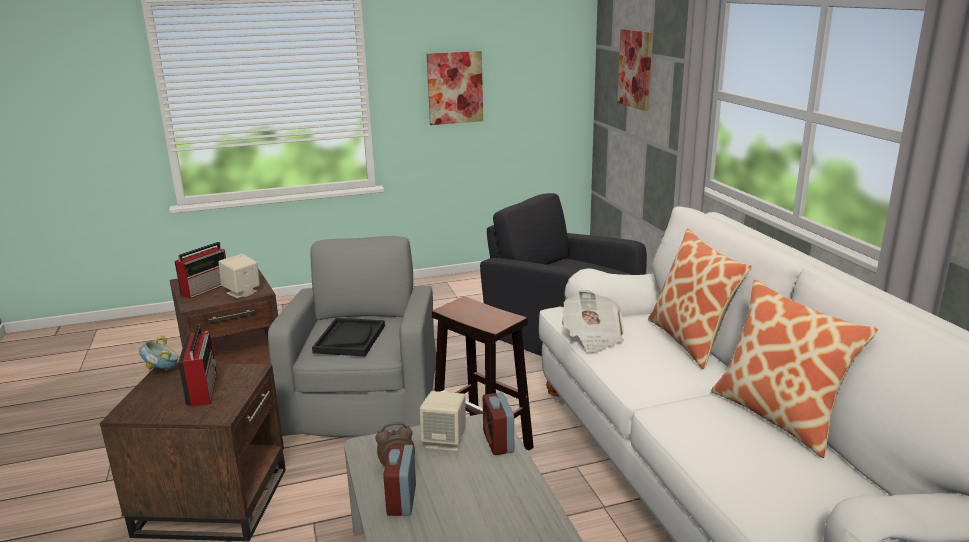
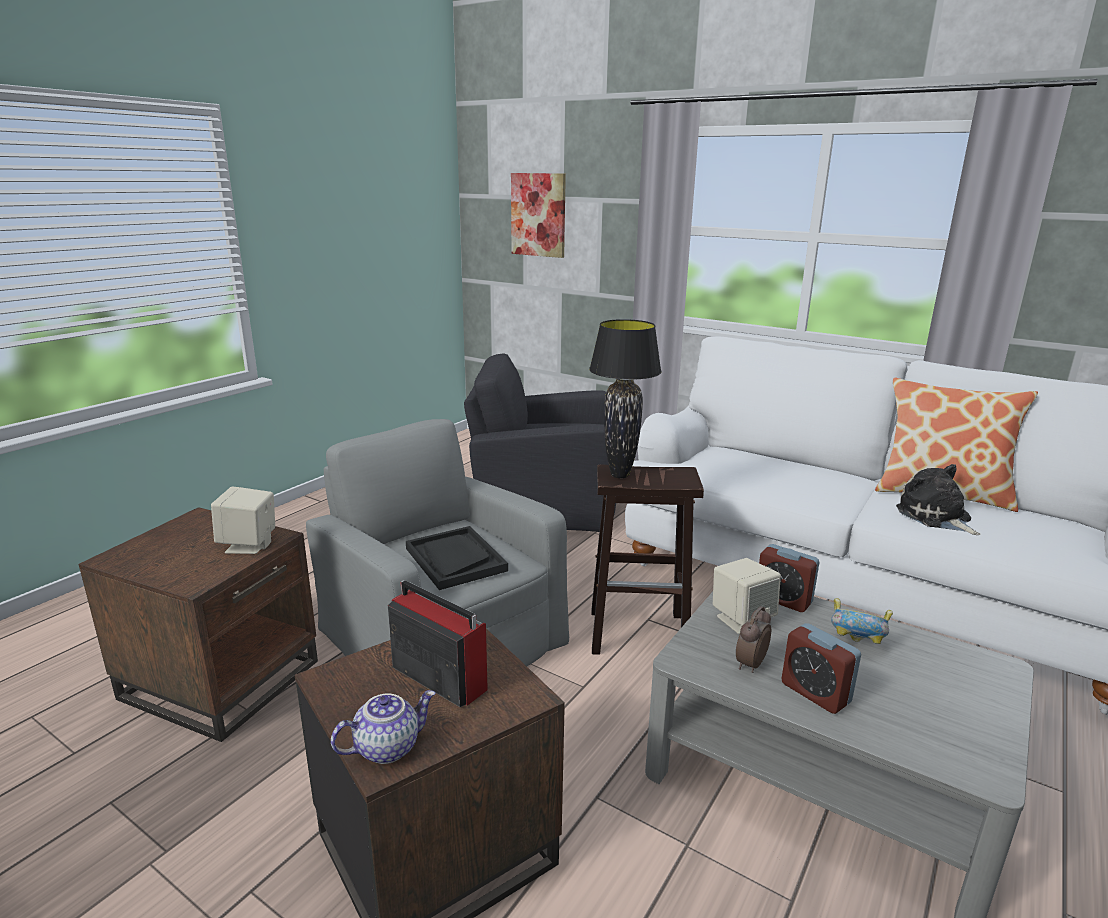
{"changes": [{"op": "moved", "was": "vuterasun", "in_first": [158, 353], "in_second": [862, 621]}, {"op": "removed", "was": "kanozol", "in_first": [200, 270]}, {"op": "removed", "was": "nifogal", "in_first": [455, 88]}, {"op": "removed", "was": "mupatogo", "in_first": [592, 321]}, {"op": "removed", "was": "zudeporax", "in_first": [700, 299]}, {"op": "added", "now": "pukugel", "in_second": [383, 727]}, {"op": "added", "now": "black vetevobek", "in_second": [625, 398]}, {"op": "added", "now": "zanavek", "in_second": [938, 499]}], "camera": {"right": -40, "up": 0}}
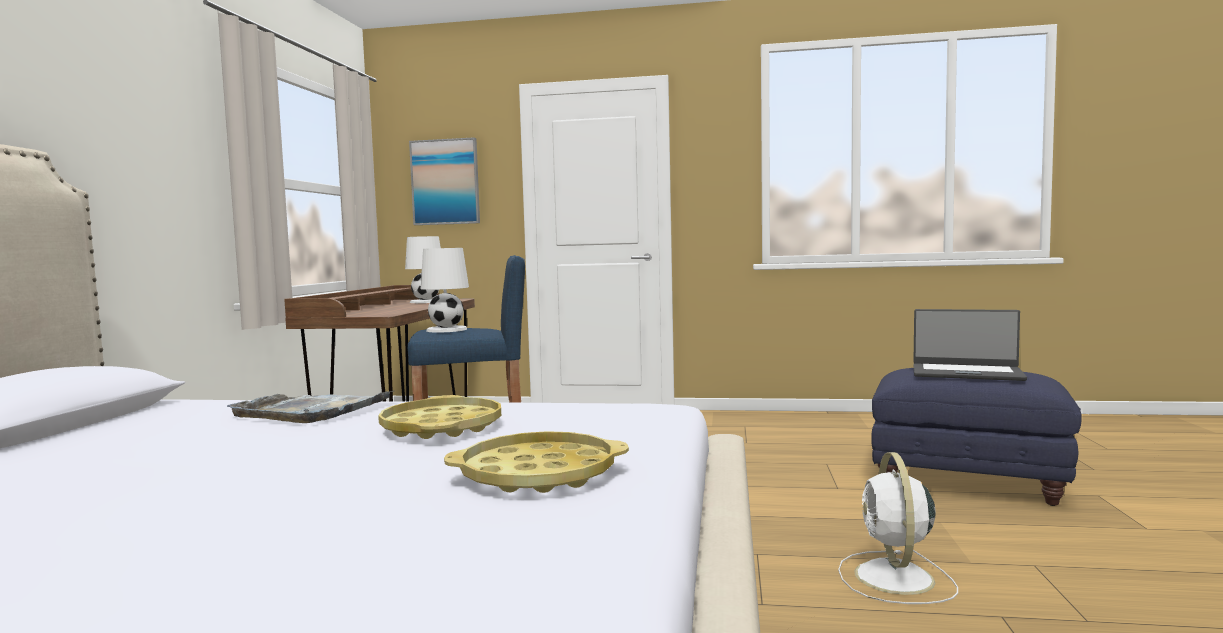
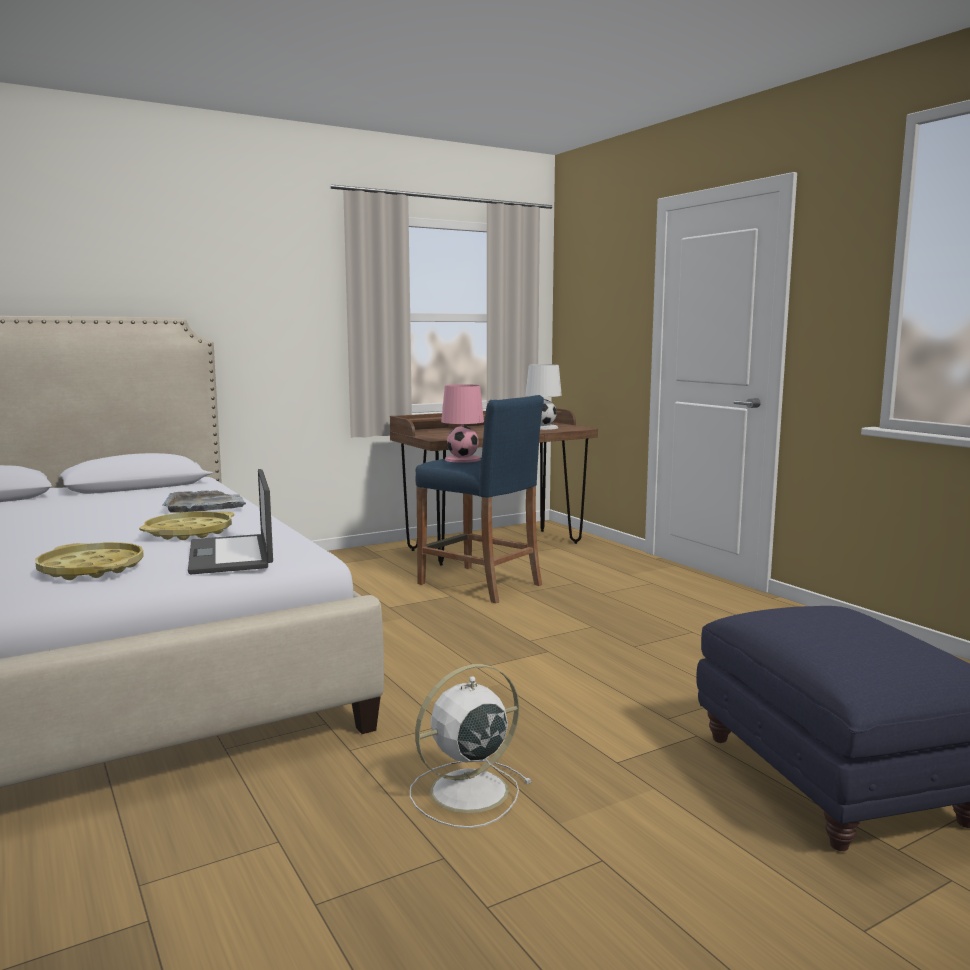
{"changes": [{"op": "removed", "was": "nifogal", "in_first": [444, 181]}, {"op": "recoloured", "was": "white vetevobek", "now": "pink vetevobek", "in_first": [445, 290], "in_second": [462, 423]}, {"op": "moved", "was": "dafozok", "in_first": [970, 345], "in_second": [230, 521]}], "camera": {"right": 50, "up": 5}}
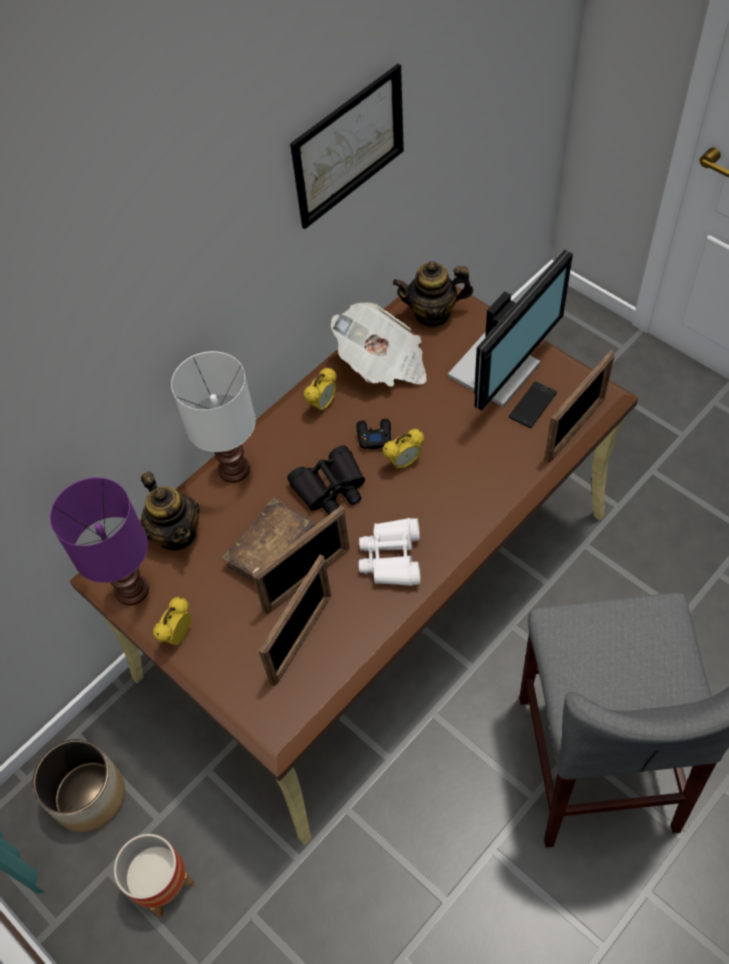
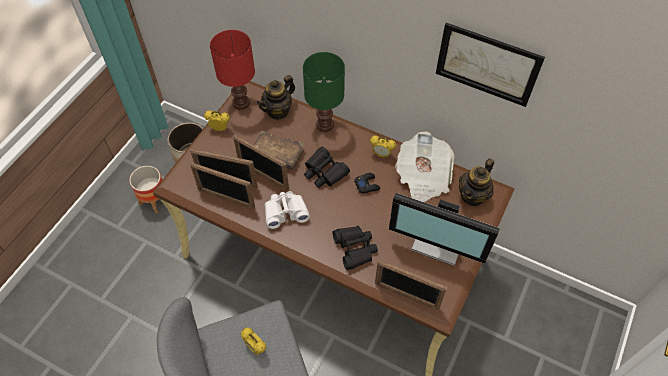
{"changes": [{"op": "recoloured", "was": "purple vetevobek", "now": "red vetevobek", "in_first": [99, 541], "in_second": [232, 70]}, {"op": "recoloured", "was": "white vetevobek", "now": "green vetevobek", "in_first": [213, 417], "in_second": [324, 92]}, {"op": "moved", "was": "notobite", "in_first": [403, 449], "in_second": [253, 341]}, {"op": "turned", "was": "pukugel", "in_first": [432, 294], "in_second": [476, 183], "clockwise": -120}, {"op": "removed", "was": "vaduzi", "in_first": [533, 404]}, {"op": "added", "now": "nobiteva", "in_second": [222, 185]}, {"op": "added", "now": "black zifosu", "in_second": [355, 248]}], "camera": {"right": 70, "up": 0}}
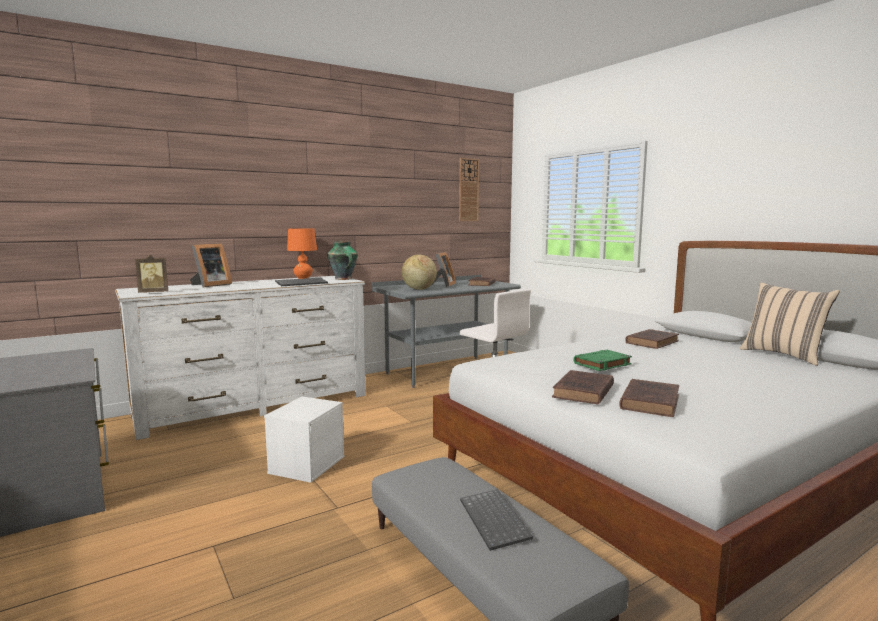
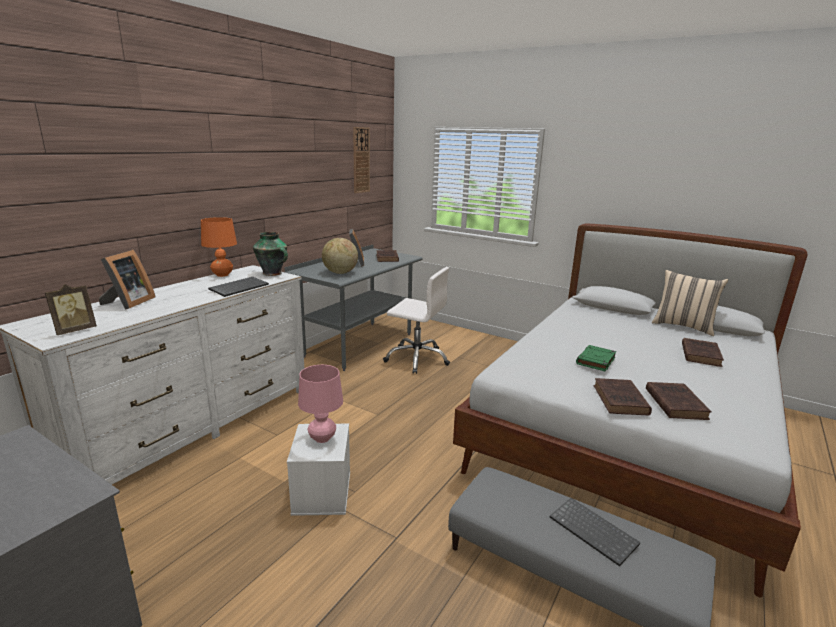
{"changes": [{"op": "moved", "was": "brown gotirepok", "in_first": [652, 339], "in_second": [703, 352]}, {"op": "added", "now": "pink vetevobek", "in_second": [320, 404]}], "camera": {"right": -25, "up": 10}}
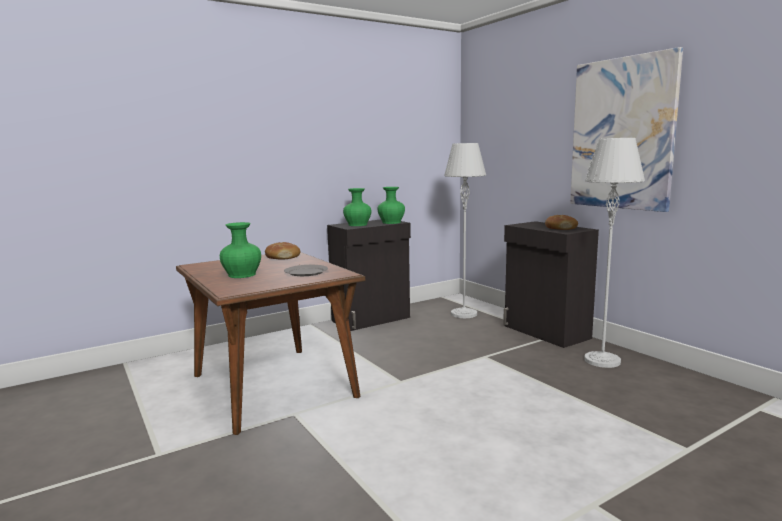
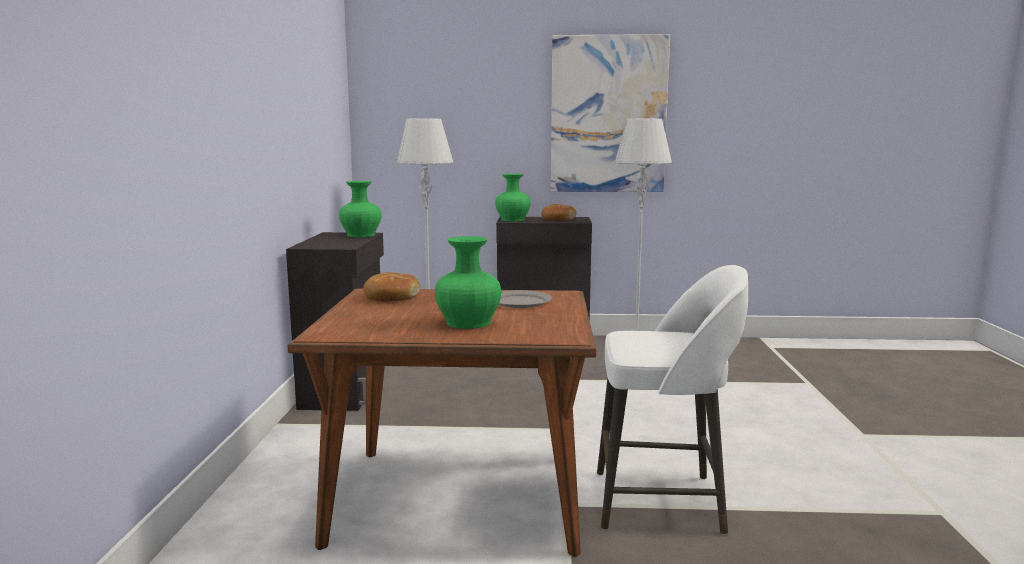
{"changes": [{"op": "moved", "was": "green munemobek", "in_first": [357, 207], "in_second": [513, 197]}, {"op": "added", "now": "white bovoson", "in_second": [672, 400]}], "camera": {"right": -55, "up": 0}}
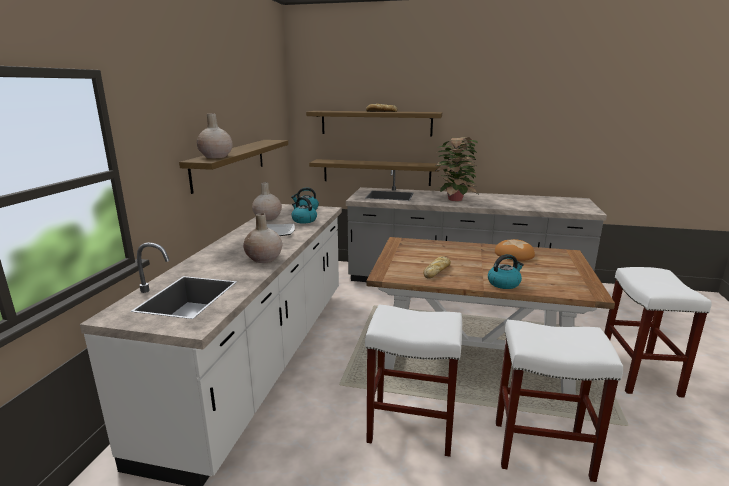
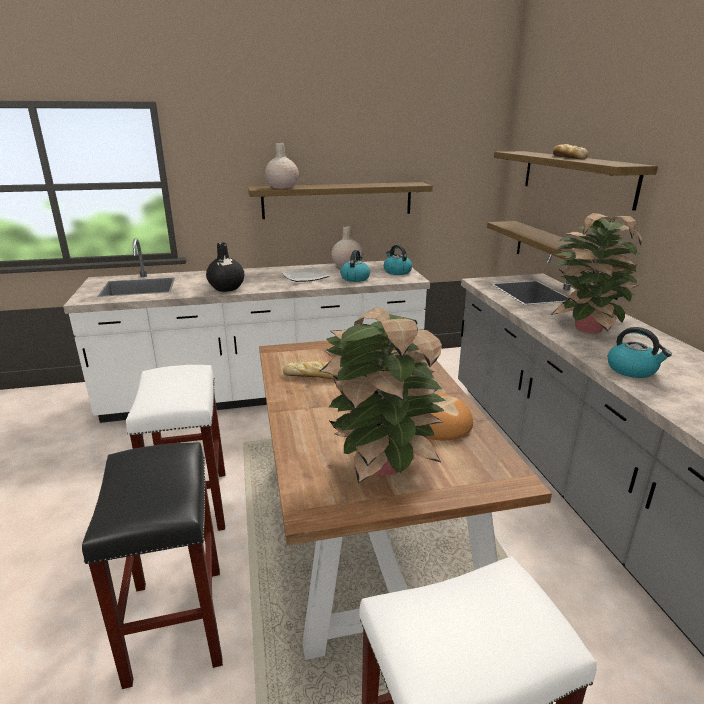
{"changes": [{"op": "recoloured", "was": "beige munemobek", "now": "black munemobek", "in_first": [262, 238], "in_second": [225, 267]}, {"op": "moved", "was": "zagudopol", "in_first": [506, 271], "in_second": [640, 352]}, {"op": "recoloured", "was": "white bovoson", "now": "black bovoson", "in_first": [559, 401], "in_second": [152, 565]}, {"op": "added", "now": "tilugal", "in_second": [383, 395]}], "camera": {"right": 65, "up": 5}}
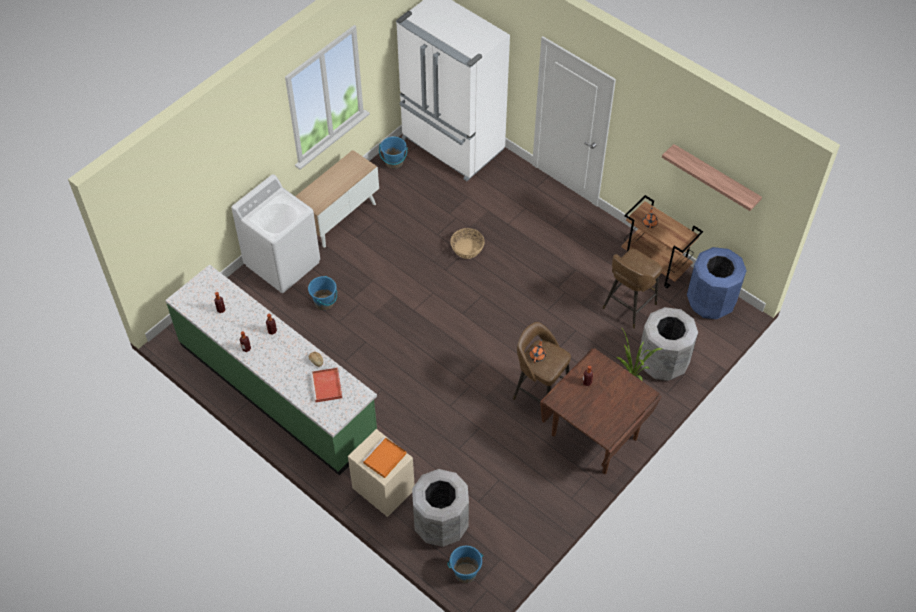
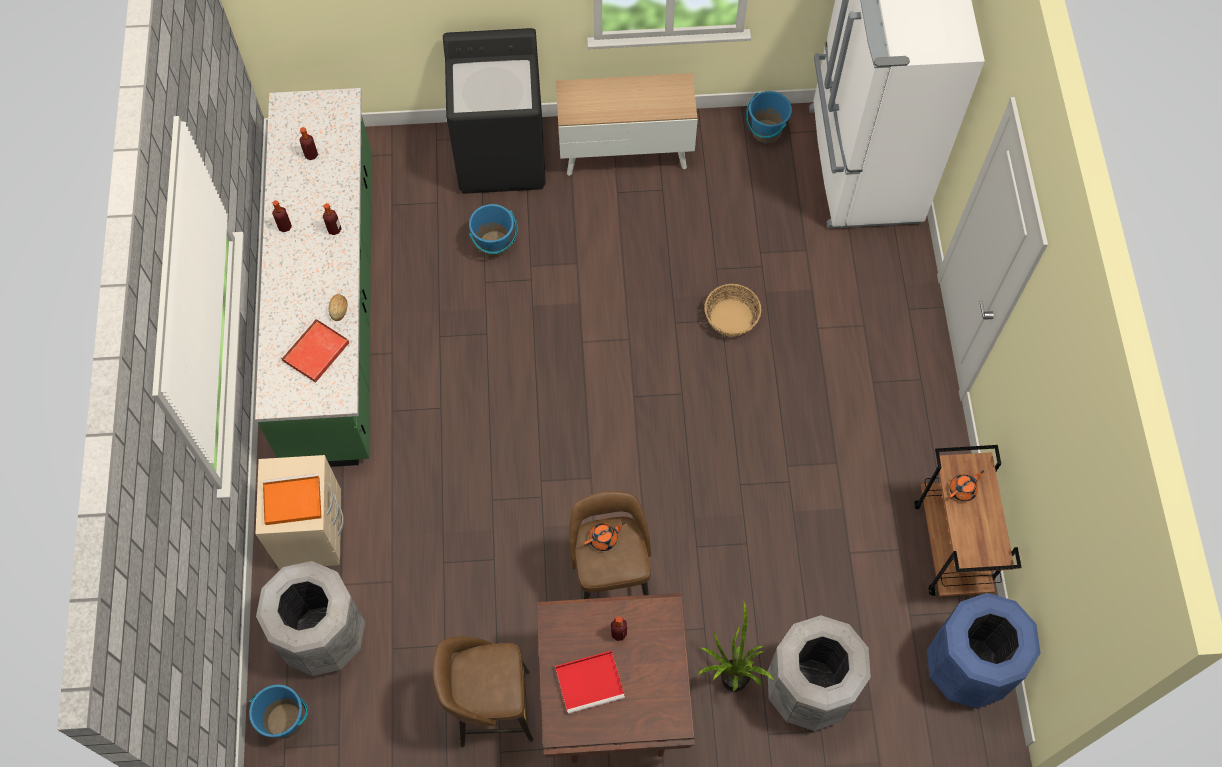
{"changes": [{"op": "recoloured", "was": "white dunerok", "now": "black dunerok", "in_first": [275, 233], "in_second": [494, 111]}, {"op": "moved", "was": "brown bovoson", "in_first": [632, 289], "in_second": [483, 691]}, {"op": "removed", "was": "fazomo", "in_first": [712, 177]}, {"op": "added", "now": "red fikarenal", "in_second": [590, 682]}], "camera": {"right": 45, "up": 10}}
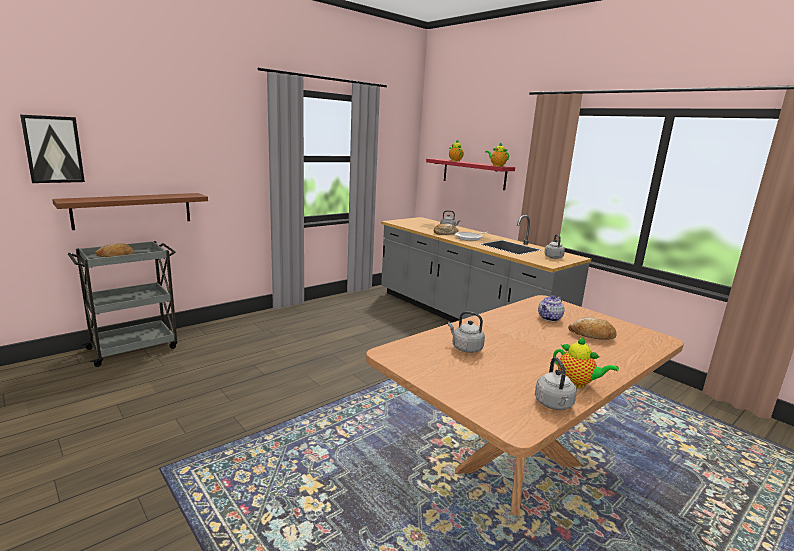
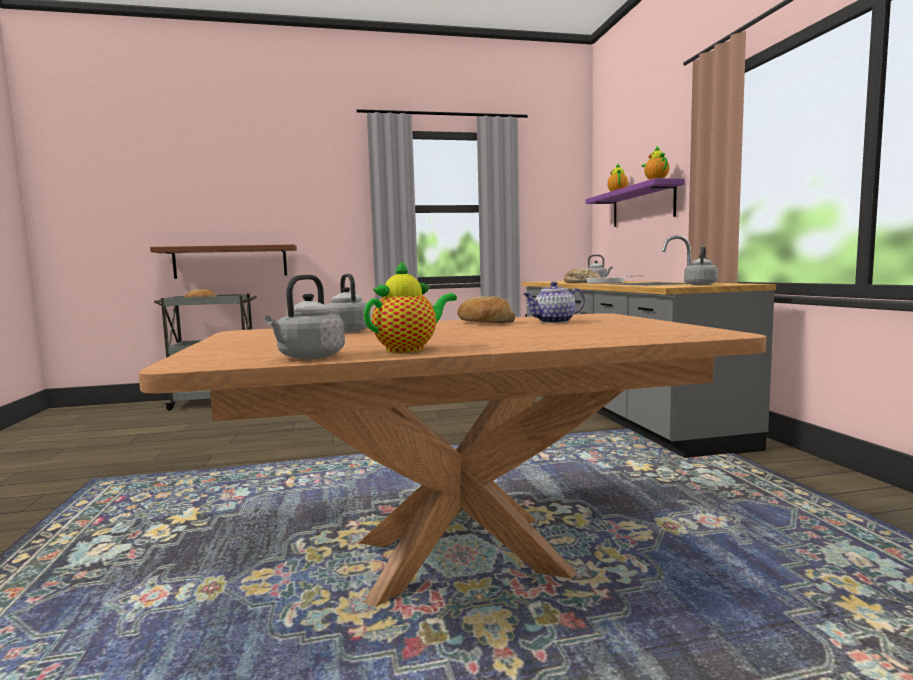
{"changes": [{"op": "removed", "was": "nifogal", "in_first": [52, 149]}, {"op": "recoloured", "was": "red fazomo", "now": "purple fazomo", "in_first": [470, 174], "in_second": [635, 202]}, {"op": "turned", "was": "pukugel", "in_first": [586, 362], "in_second": [410, 306], "clockwise": -105}, {"op": "moved", "was": "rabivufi", "in_first": [592, 329], "in_second": [486, 309]}], "camera": {"right": 30, "up": -10}}
